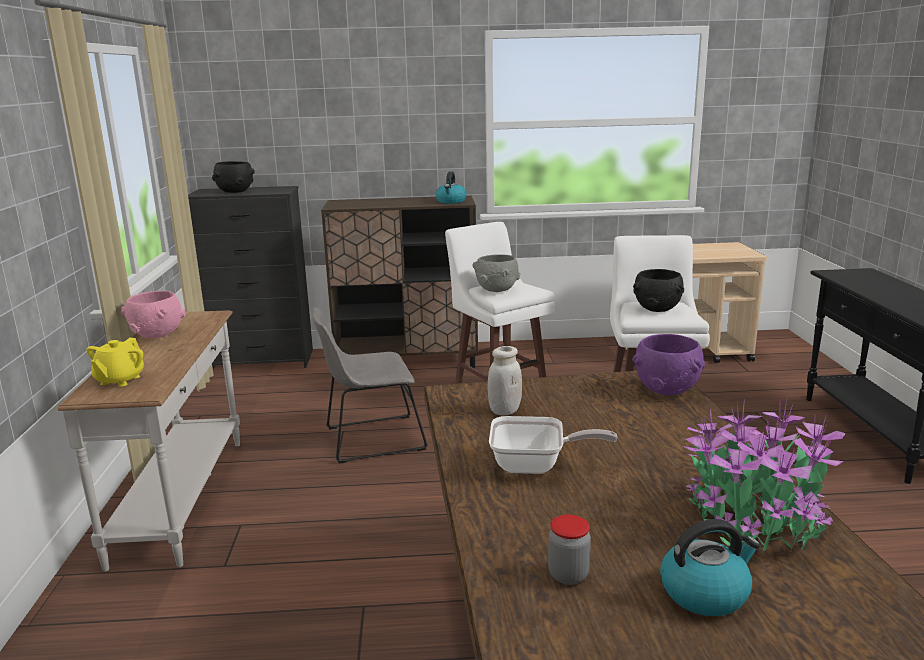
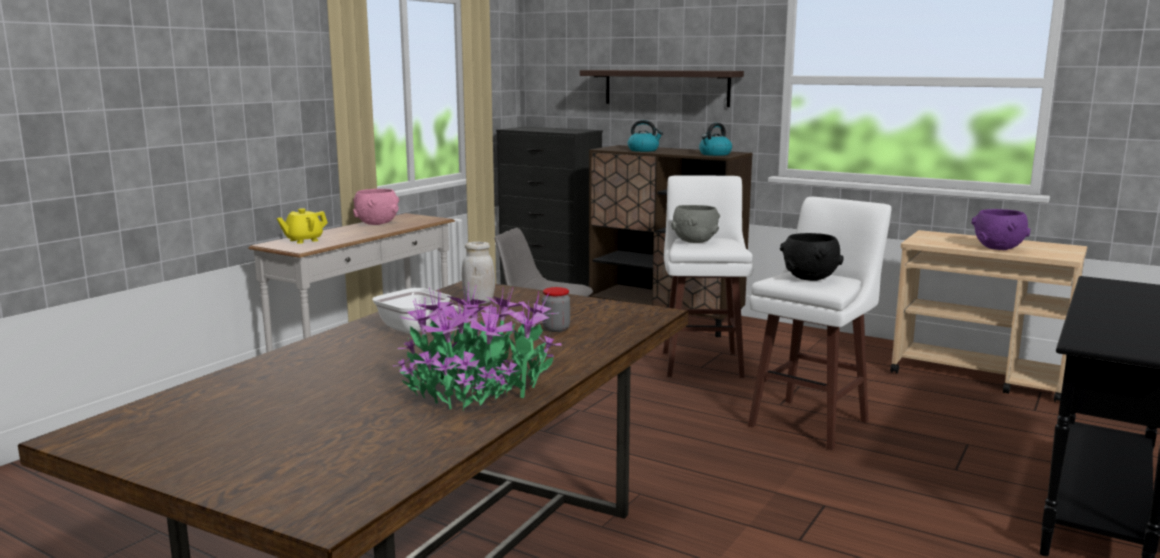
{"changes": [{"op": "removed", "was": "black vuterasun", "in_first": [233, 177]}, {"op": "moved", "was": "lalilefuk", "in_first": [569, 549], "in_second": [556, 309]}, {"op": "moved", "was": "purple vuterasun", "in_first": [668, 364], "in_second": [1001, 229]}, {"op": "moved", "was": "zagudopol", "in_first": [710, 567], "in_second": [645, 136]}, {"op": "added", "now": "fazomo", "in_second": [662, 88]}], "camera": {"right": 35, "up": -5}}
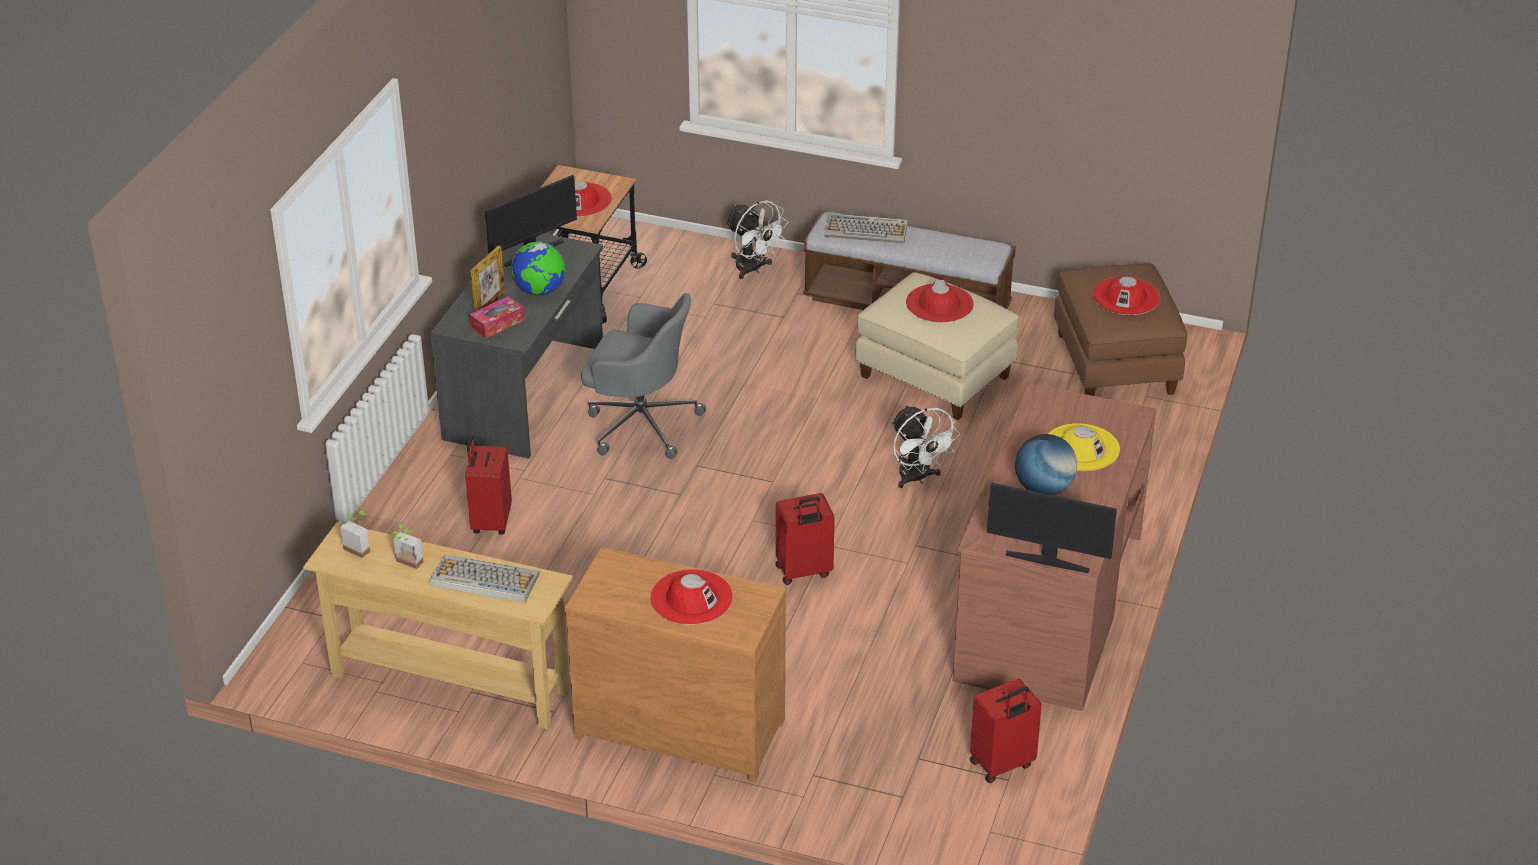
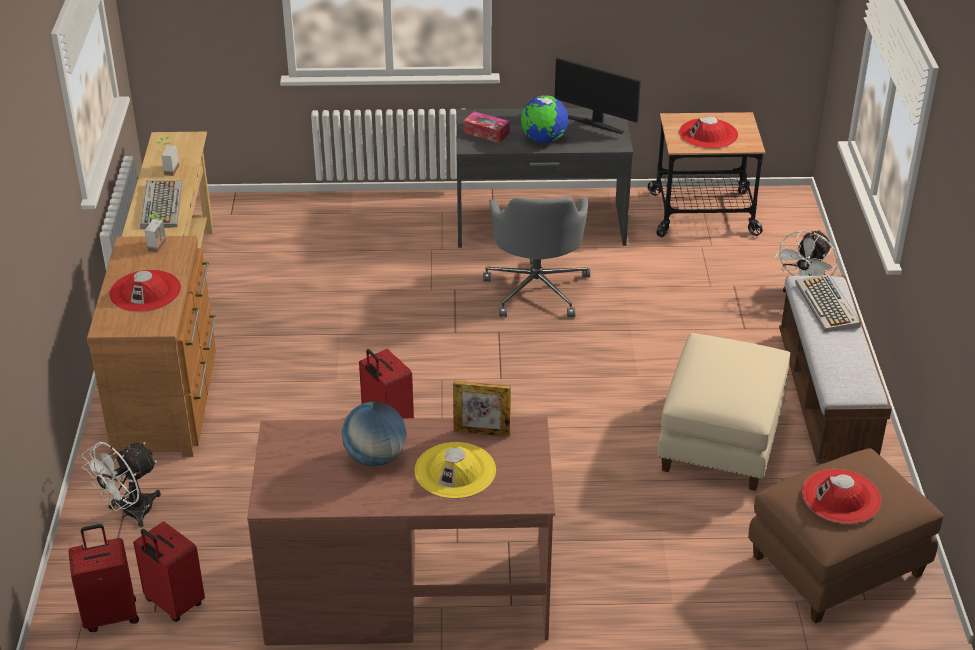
{"changes": [{"op": "moved", "was": "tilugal", "in_first": [355, 534], "in_second": [155, 232]}, {"op": "moved", "was": "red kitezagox", "in_first": [488, 485], "in_second": [103, 578]}, {"op": "moved", "was": "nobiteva", "in_first": [487, 279], "in_second": [482, 409]}, {"op": "moved", "was": "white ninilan", "in_first": [926, 446], "in_second": [121, 484]}, {"op": "removed", "was": "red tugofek", "in_first": [940, 301]}, {"op": "removed", "was": "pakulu", "in_first": [1052, 528]}], "camera": {"right": 70, "up": 0}}
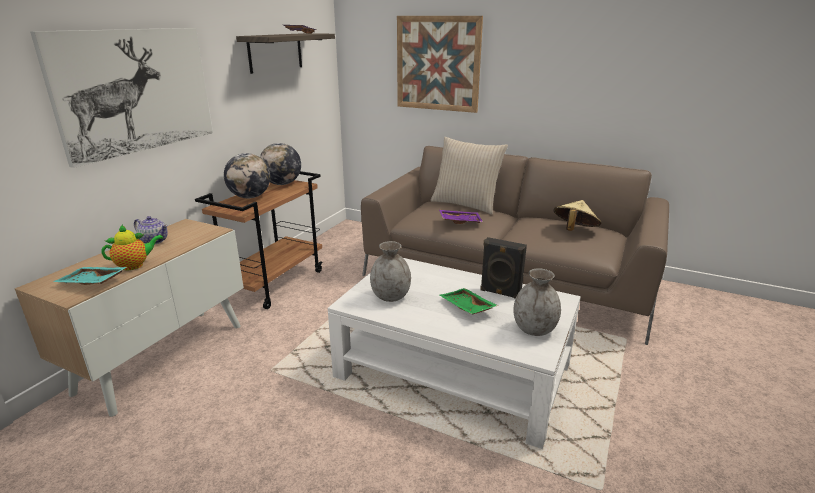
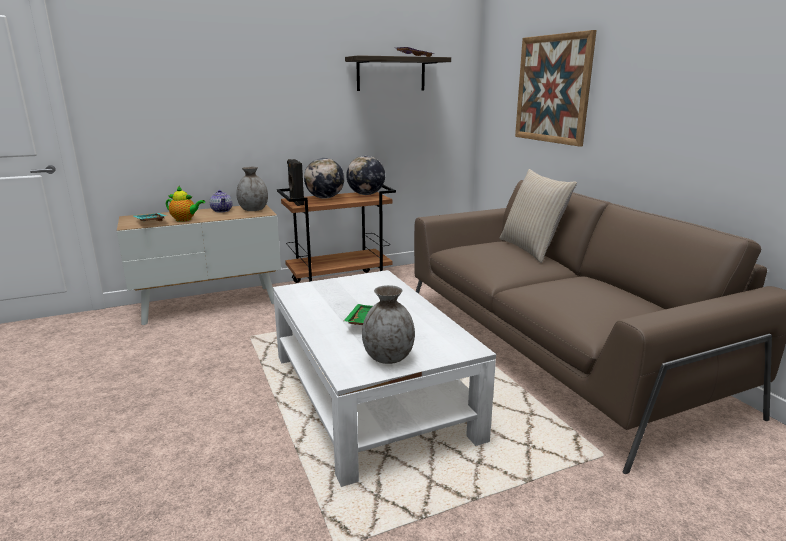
{"changes": [{"op": "removed", "was": "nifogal", "in_first": [121, 98]}, {"op": "moved", "was": "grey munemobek", "in_first": [390, 271], "in_second": [252, 189]}, {"op": "removed", "was": "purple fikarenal", "in_first": [461, 217]}, {"op": "moved", "was": "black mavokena", "in_first": [503, 268], "in_second": [295, 182]}, {"op": "removed", "was": "beige tugofek", "in_first": [577, 215]}], "camera": {"right": 40, "up": -5}}
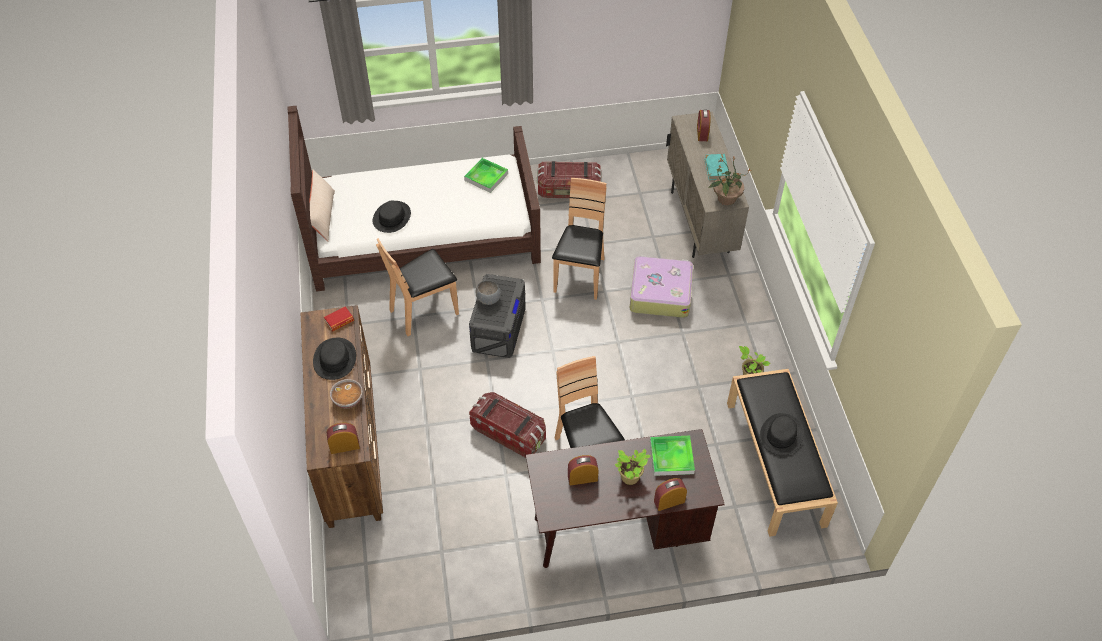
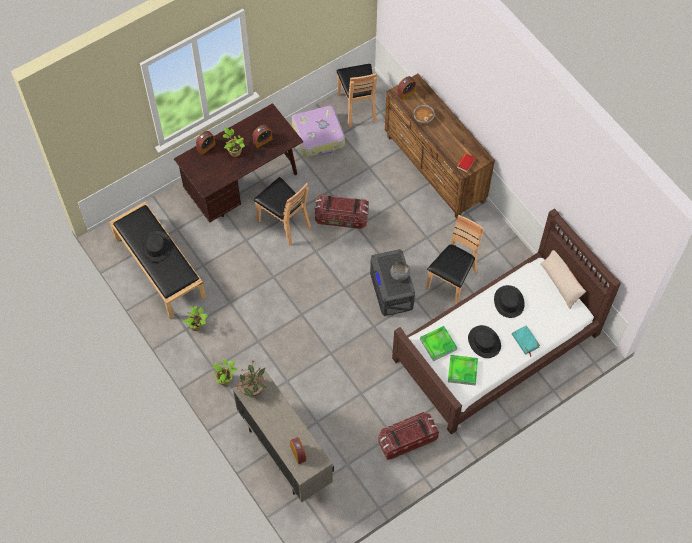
{"changes": [{"op": "moved", "was": "black tugofek", "in_first": [334, 359], "in_second": [484, 341]}, {"op": "moved", "was": "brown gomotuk", "in_first": [579, 239], "in_second": [356, 95]}, {"op": "moved", "was": "kitezagox", "in_first": [661, 286], "in_second": [318, 131]}, {"op": "moved", "was": "fikarenal", "in_first": [672, 456], "in_second": [439, 343]}, {"op": "moved", "was": "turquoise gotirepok", "in_first": [717, 167], "in_second": [526, 341]}, {"op": "added", "now": "tilugal", "in_second": [224, 372]}], "camera": {"right": 155, "up": 10}}
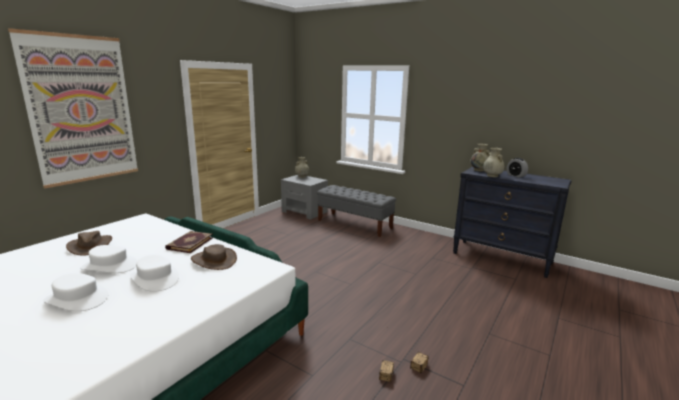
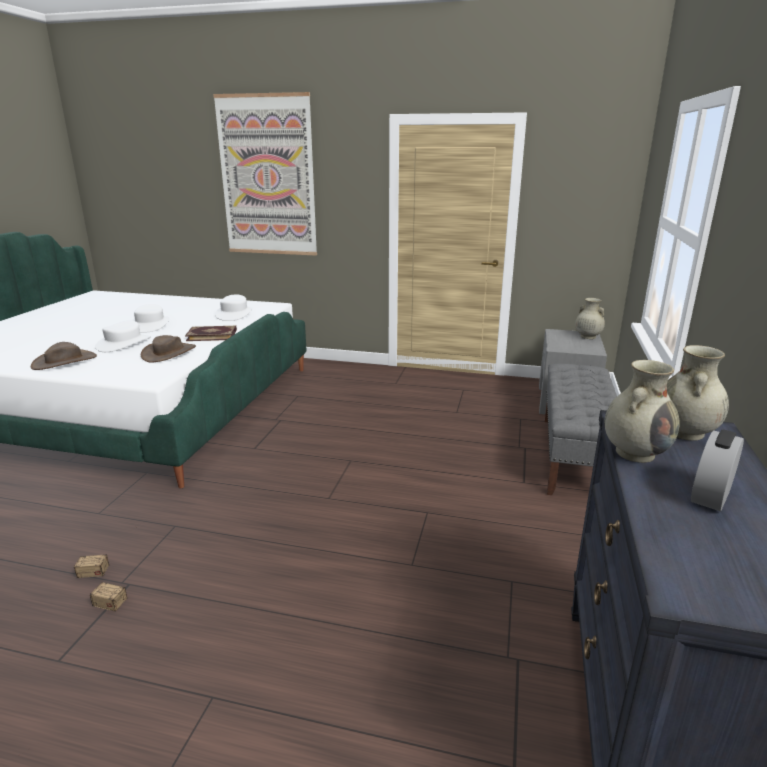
{"changes": [{"op": "moved", "was": "white tugofek", "in_first": [75, 292], "in_second": [233, 308]}, {"op": "moved", "was": "brown tugofek", "in_first": [89, 243], "in_second": [64, 356]}], "camera": {"right": 70, "up": 5}}
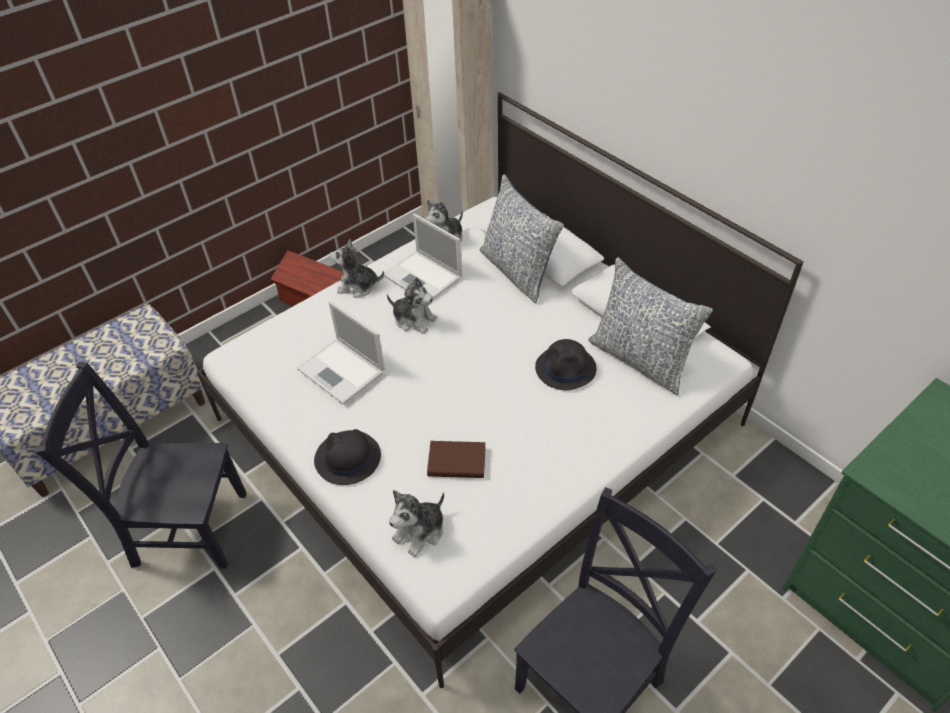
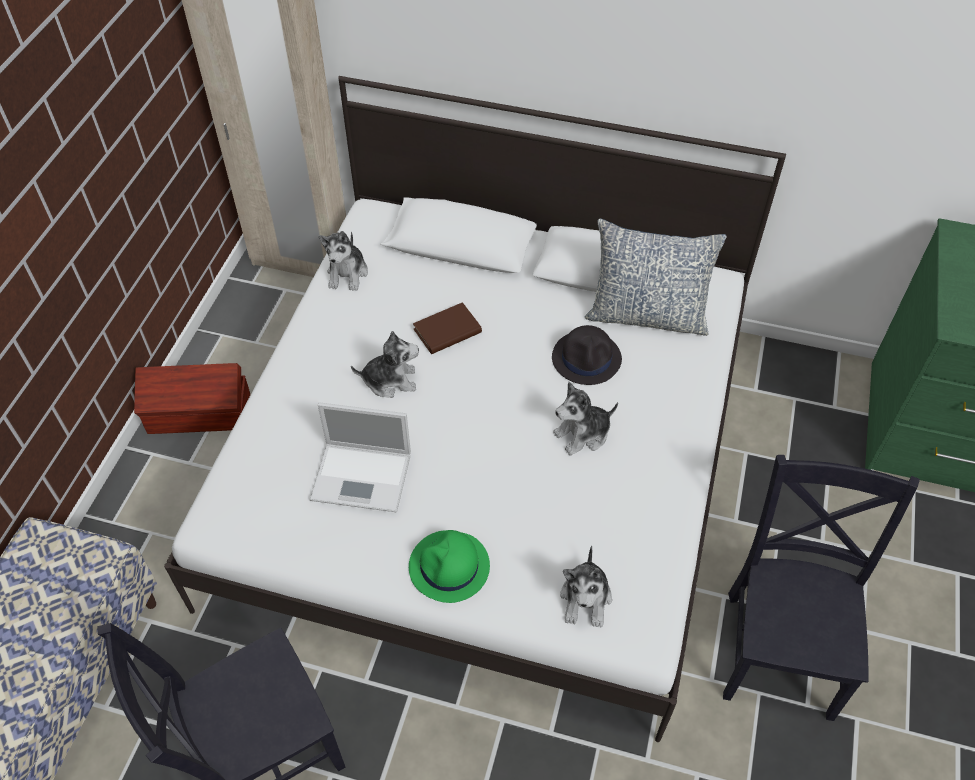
{"changes": [{"op": "recoloured", "was": "black tugofek", "now": "green tugofek", "in_first": [347, 457], "in_second": [449, 566]}, {"op": "moved", "was": "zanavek", "in_first": [356, 268], "in_second": [585, 419]}, {"op": "removed", "was": "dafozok", "in_first": [423, 256]}, {"op": "moved", "was": "brown gotirepok", "in_first": [456, 459], "in_second": [447, 328]}, {"op": "removed", "was": "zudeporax", "in_first": [522, 239]}], "camera": {"right": -35, "up": 5}}
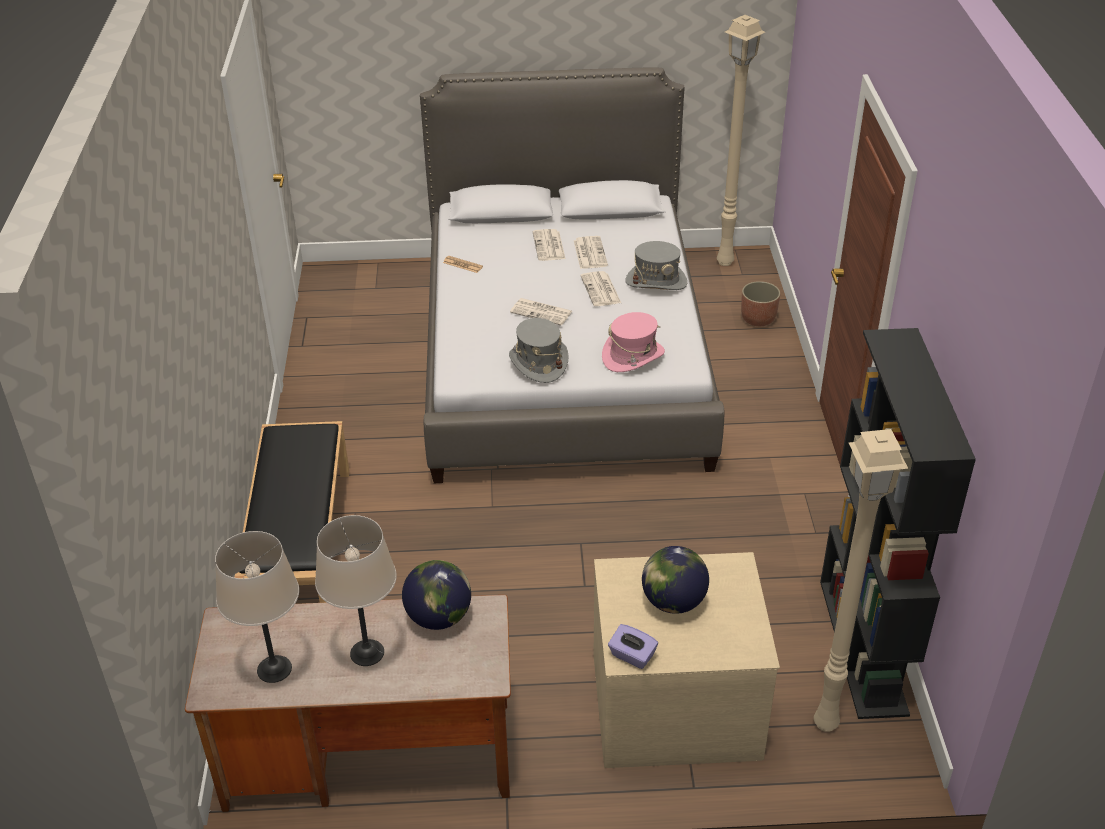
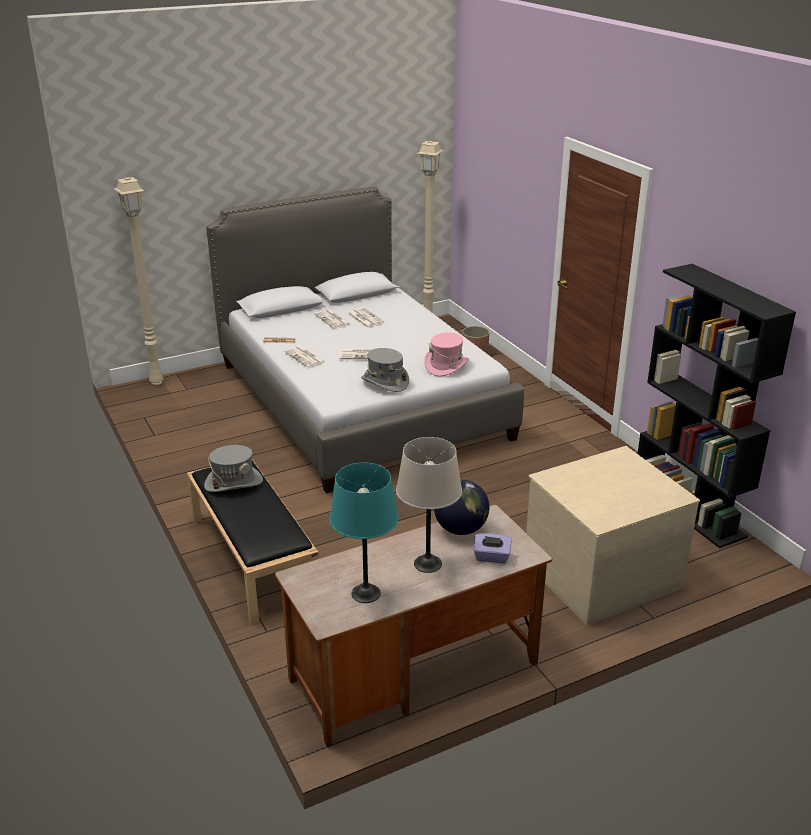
{"changes": [{"op": "recoloured", "was": "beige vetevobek", "now": "turquoise vetevobek", "in_first": [257, 607], "in_second": [364, 533]}, {"op": "moved", "was": "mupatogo", "in_first": [600, 288], "in_second": [304, 356]}, {"op": "moved", "was": "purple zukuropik", "in_first": [633, 646], "in_second": [493, 548]}, {"op": "moved", "was": "grey tugofek", "in_first": [656, 265], "in_second": [233, 468]}, {"op": "removed", "was": "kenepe", "in_first": [675, 580]}, {"op": "moved", "was": "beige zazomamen", "in_first": [861, 580], "in_second": [139, 281]}], "camera": {"right": -25, "up": -10}}
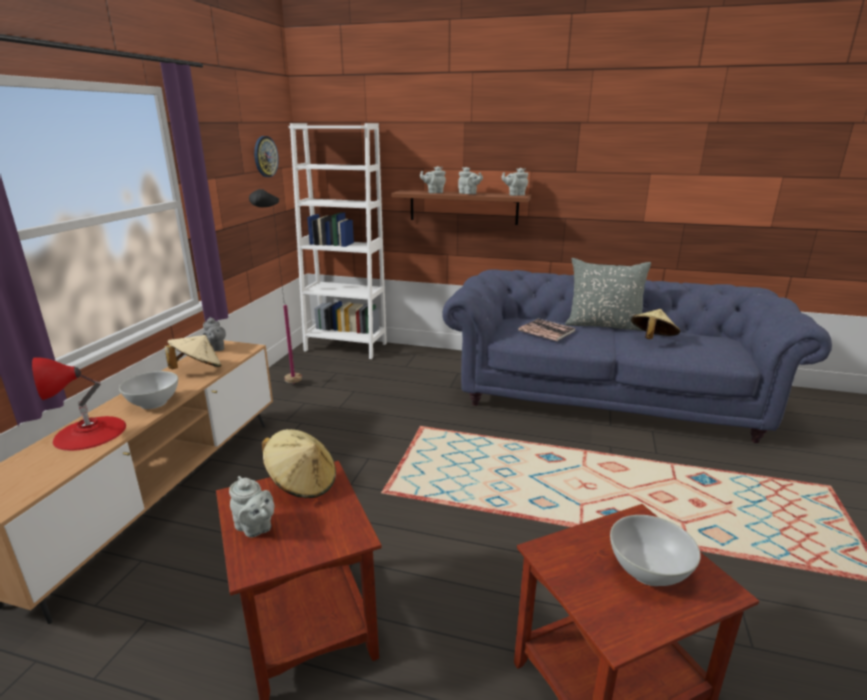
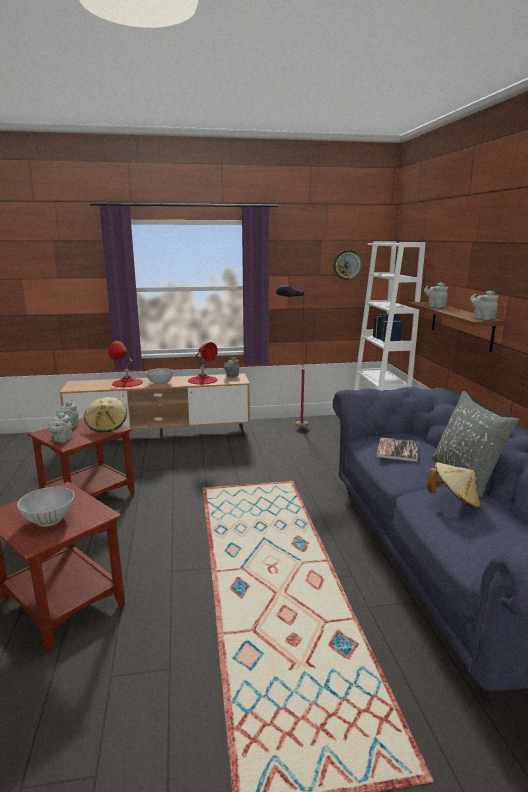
{"changes": [{"op": "replaced", "was": "beige tugofek", "now": "red vetevobek", "in_first": [193, 352], "in_second": [203, 363]}, {"op": "moved", "was": "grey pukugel", "in_first": [470, 180], "in_second": [60, 427]}], "camera": {"right": 65, "up": -5}}
